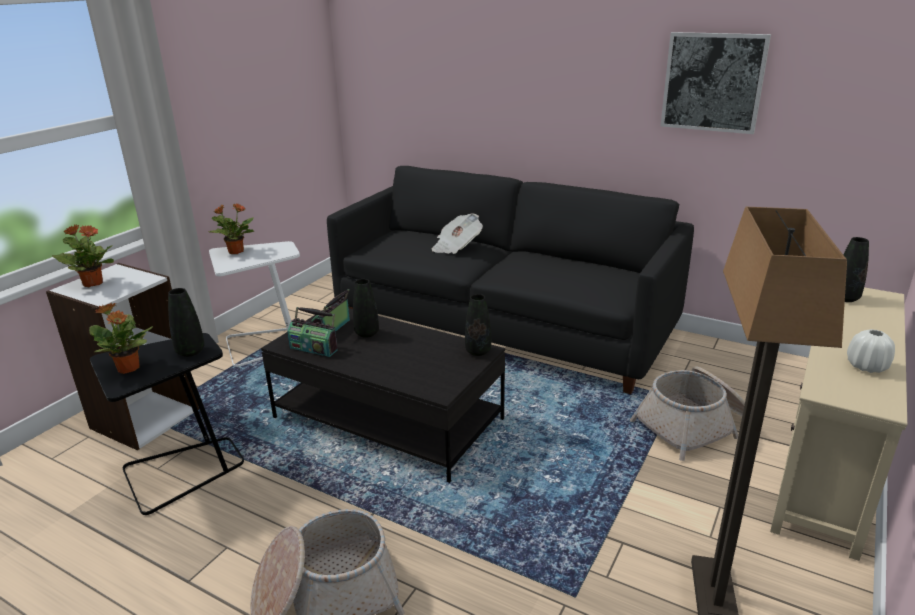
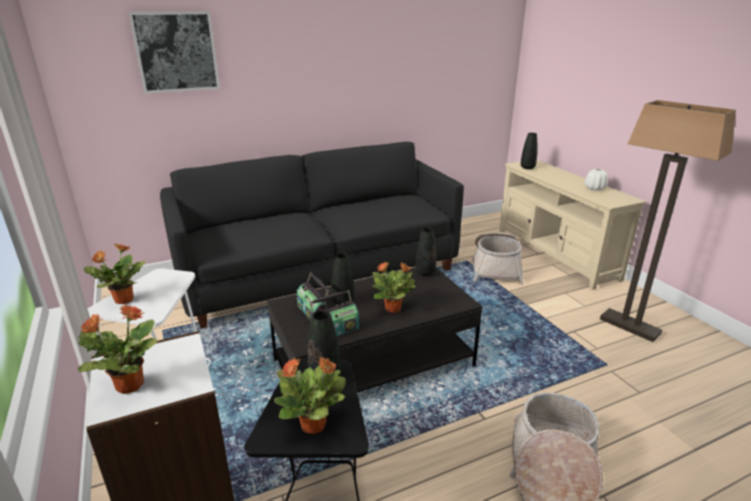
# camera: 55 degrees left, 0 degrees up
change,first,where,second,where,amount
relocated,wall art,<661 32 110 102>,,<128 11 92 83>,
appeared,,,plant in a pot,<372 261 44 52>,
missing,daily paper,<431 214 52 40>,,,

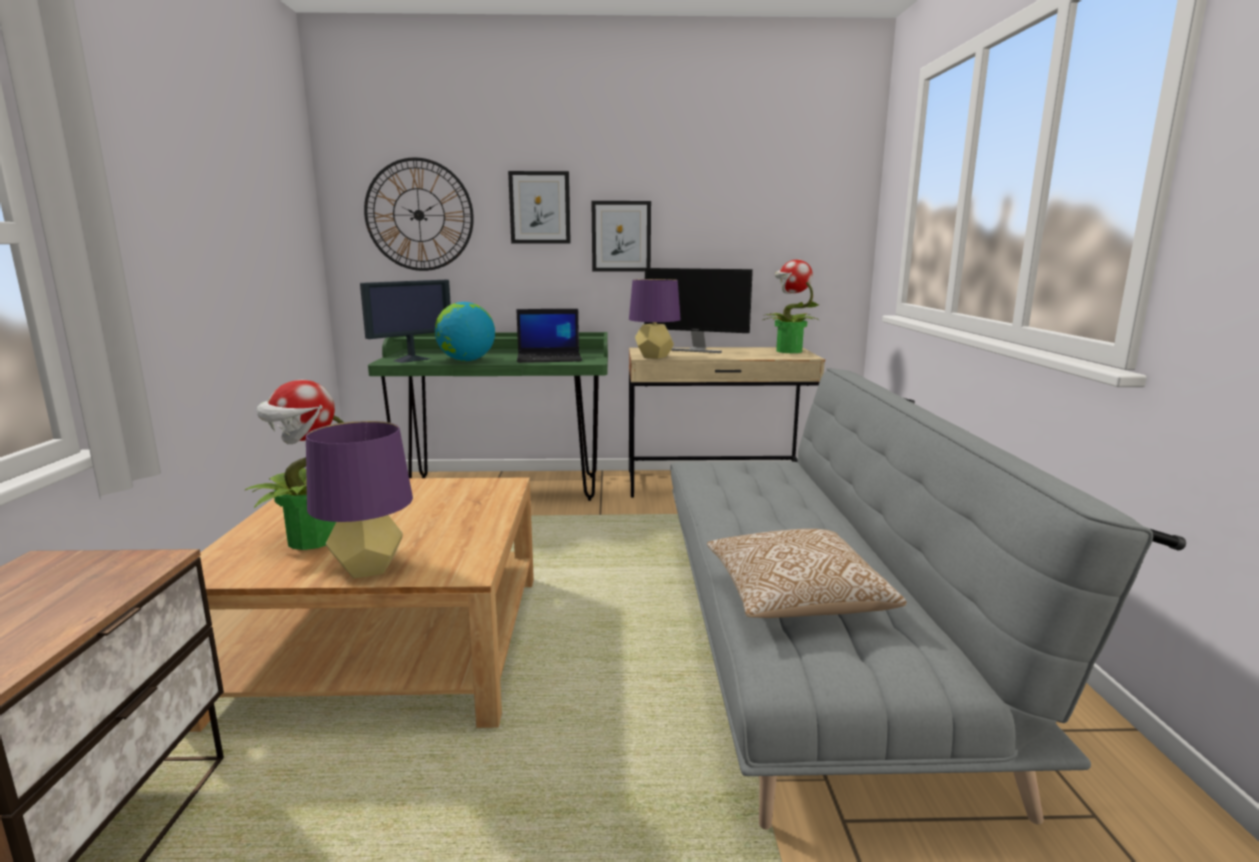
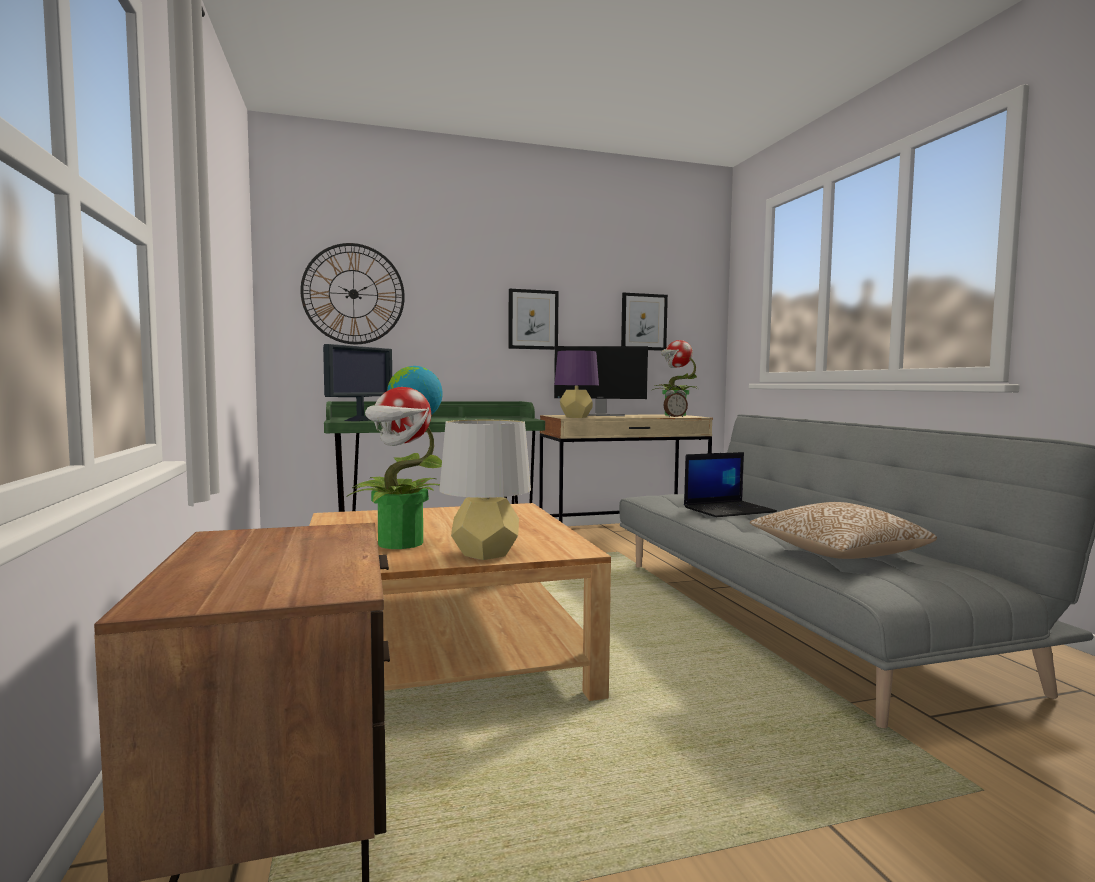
# camera: 15 degrees left, 10 degrees down
change,first,where,second,where,amount
colour,lamp for a table/purple-coloured,<306 421 107 157>,lamp for a table/greyish,<439 420 92 140>,
relocated,wall art,<508 171 63 73>,,<621 293 47 58>,
appeared,,,table clock,<664 386 24 31>,
relocated,portable computer,<516 309 66 54>,,<684 452 93 65>,

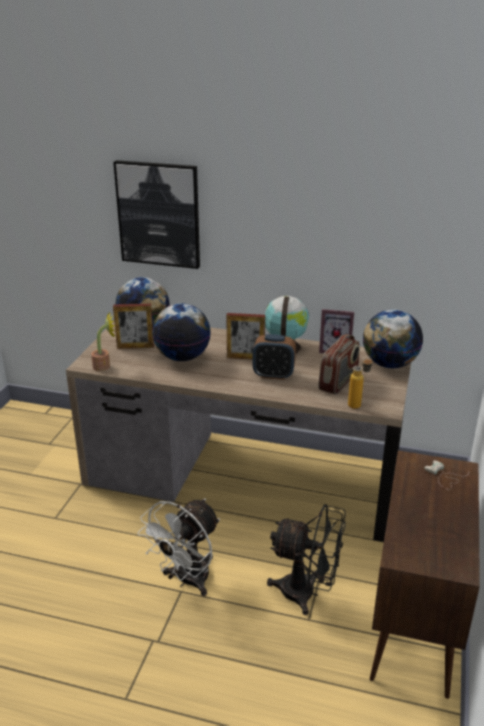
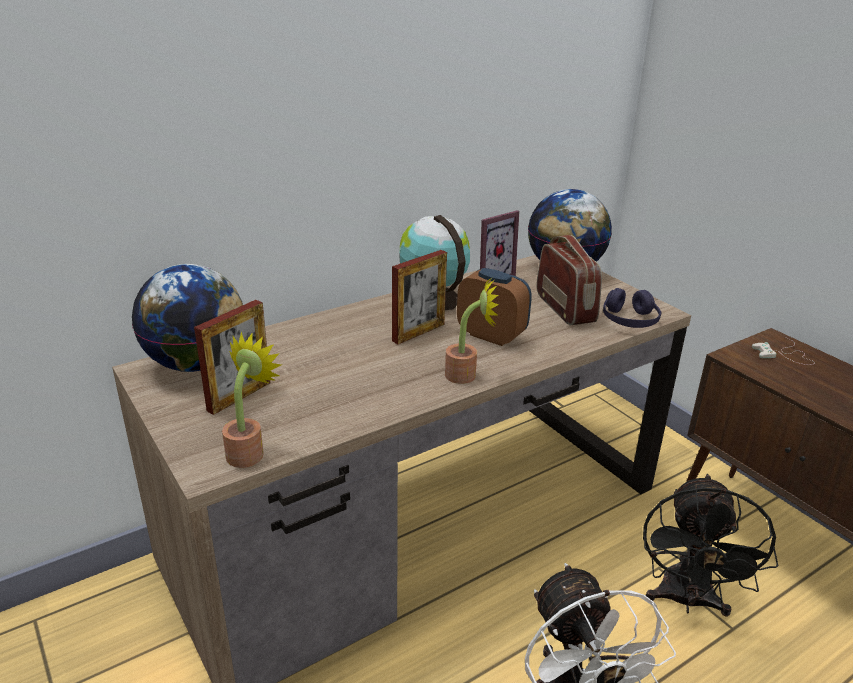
# camera: 50 degrees left, 0 degrees up
change,first,where,second,where,amount
appeared,,,plant in a pot,<445 278 54 106>,
spun,table clock,<253 334 43 46>,,<457 268 75 78>,105 degrees counterclockwise
exchanged,bottle,<348 356 24 53>,pair of headphones/purple-coloured,<603 288 59 40>,
spun,electric fan/blackish,<267 504 79 111>,,<643 474 135 143>,135 degrees clockwise
missing,wall art,<113 160 87 109>,,,
missing,globe,<152 303 59 58>,,,

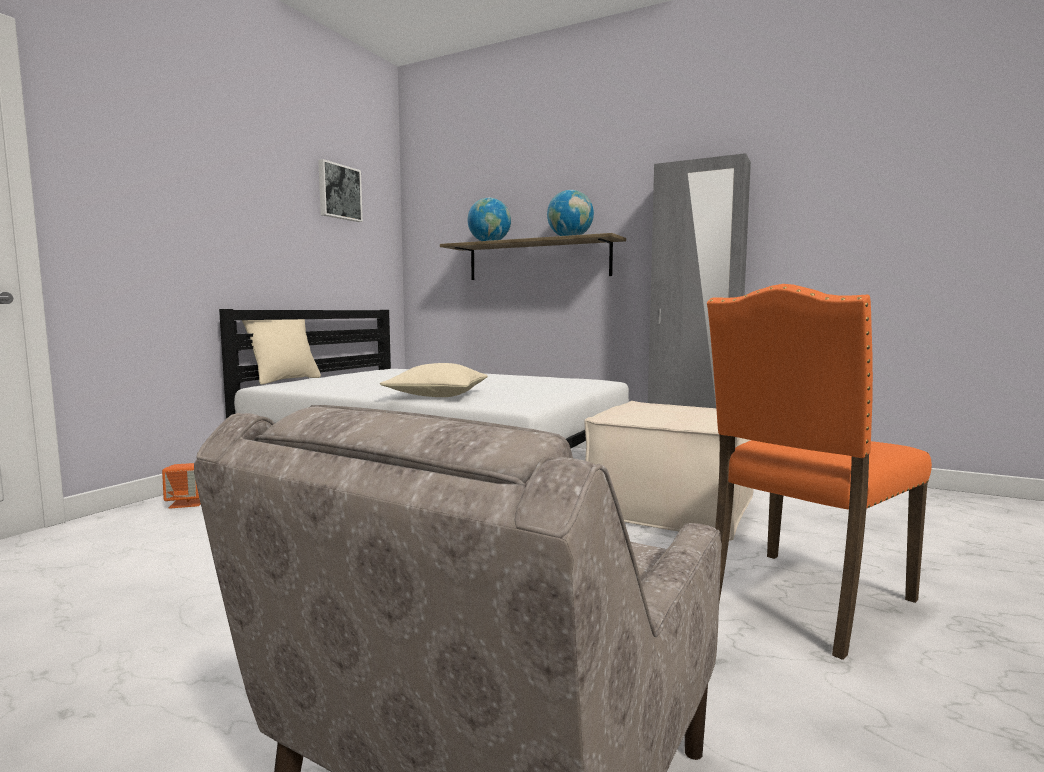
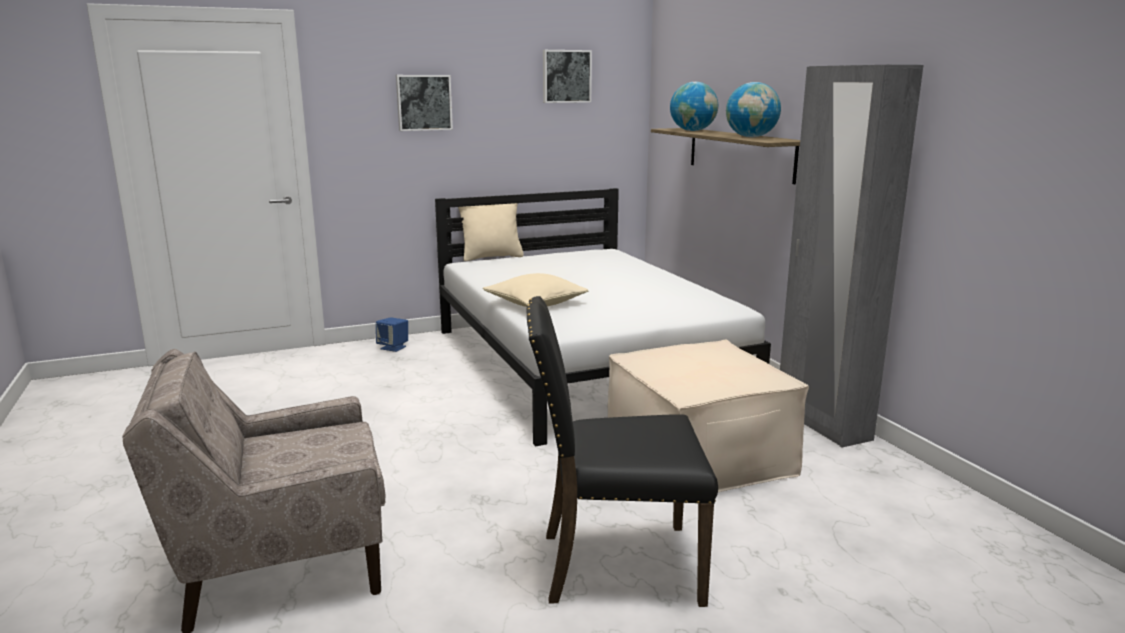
# camera: 40 degrees right, 10 degrees up
change,first,where,second,where,amount
colour,speaker/orange,<162 463 39 46>,speaker/blue-coloured,<376 317 32 35>,
appeared,,,wall art,<396 75 57 56>,
colour,upright chair/orange,<707 284 225 376>,upright chair/blackish,<527 296 191 311>,

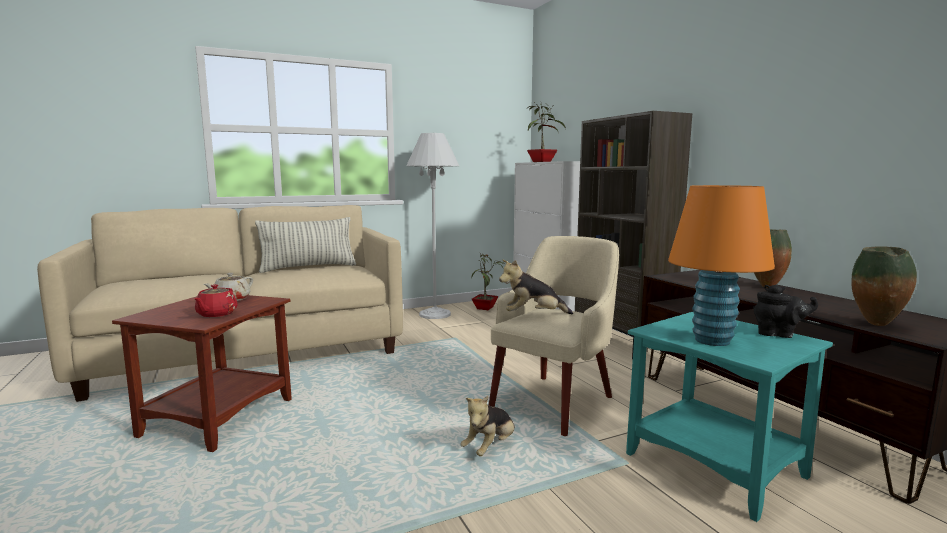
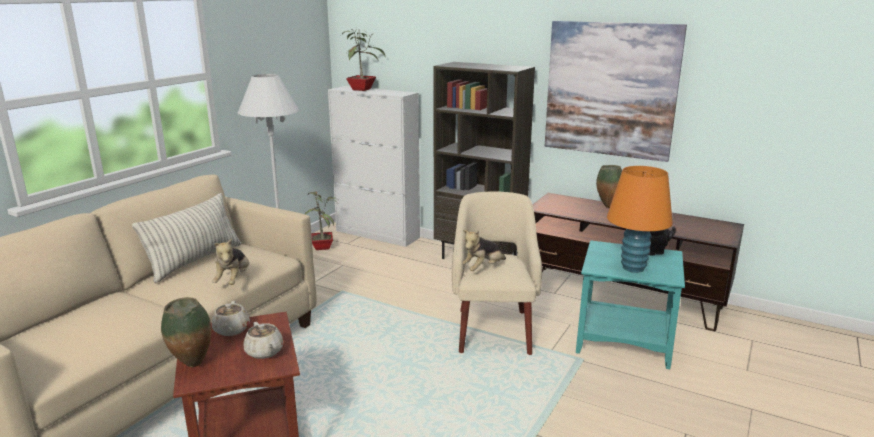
# camera: 35 degrees left, 10 degrees up
change,first,where,second,where,amount
relocated,decorative vase,<852 247 65 79>,,<161 297 50 70>,
relocated,soft toy,<460 396 55 60>,,<212 238 37 47>,
colour,teapot/reddish,<194 284 44 33>,teapot/beige-coloured,<244 322 40 37>,
appeared,,,wall art,<545 21 142 141>,

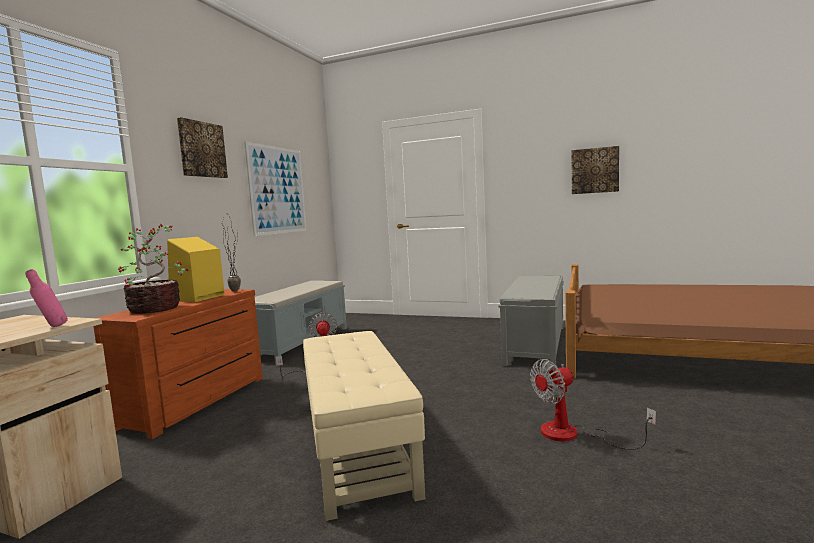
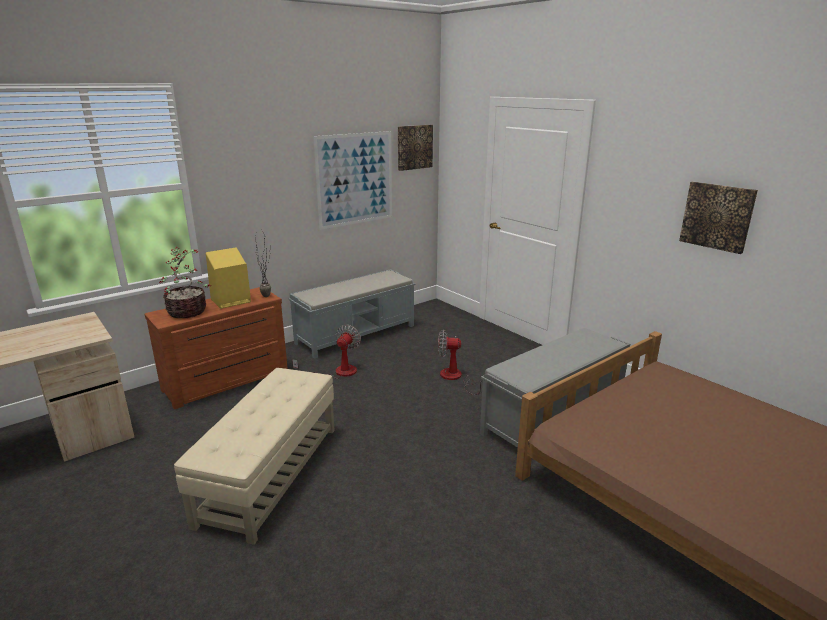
# camera: 30 degrees right, 15 degrees up
change,first,where,second,where,amount
relocated,wall art,<177 117 51 61>,,<398 125 35 46>,
relocated,electric fan,<530 359 126 91>,,<438 330 45 65>,
missing,bottle/pinkish,<25 269 43 58>,,,

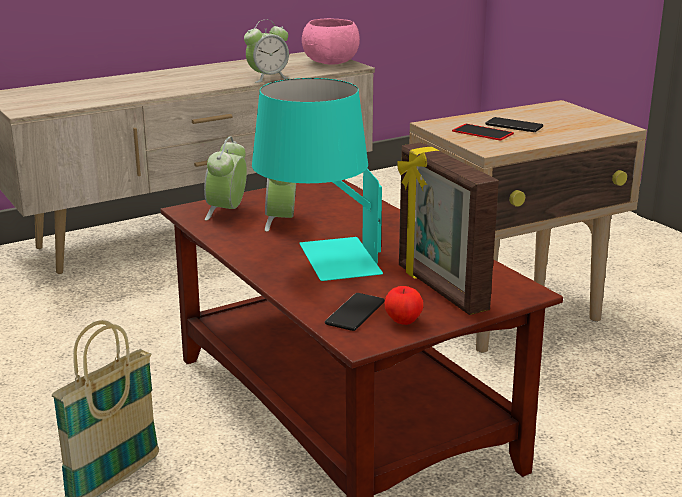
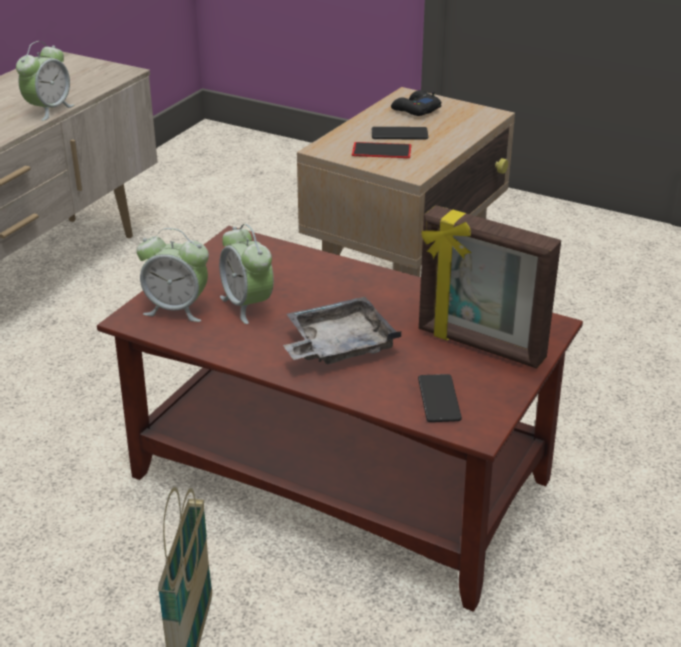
# camera: 30 degrees left, 10 degrees up
change,first,where,second,where,amount
spun,table clock,<204 136 43 84>,,<137 228 72 94>,60 degrees counterclockwise
exchanged,lamp for a table/turquoise-coloured,<252 78 131 203>,tray/greyish,<283 297 118 67>,
appeared,,,joypad/blackish,<391 90 50 26>,
missing,serving bowl/pinkish,<302 18 58 47>,,,
missing,apple,<384 286 39 39>,,,

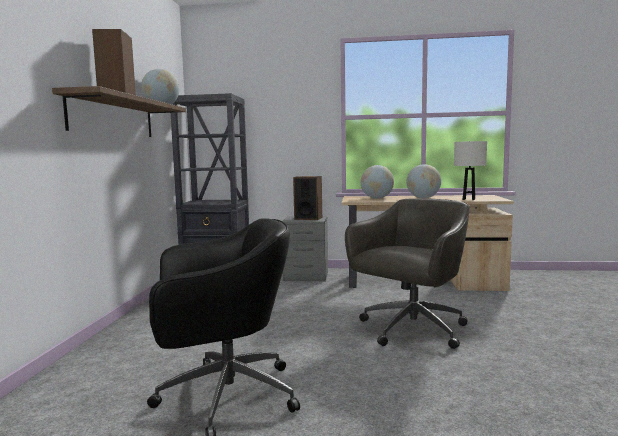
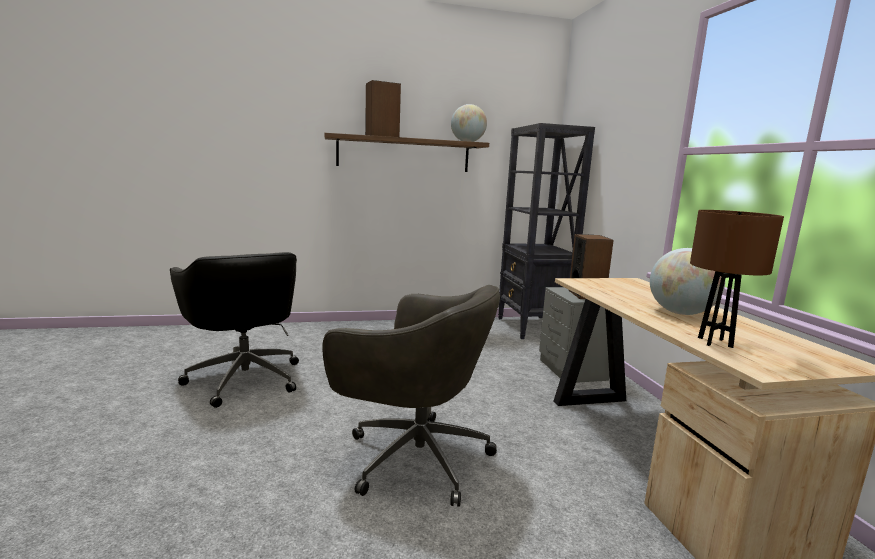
# camera: 70 degrees right, 5 degrees up
change,first,where,second,where,amount
colour,lamp for a table/white,<454 141 33 59>,lamp for a table/brown,<690 210 94 138>,
missing,globe,<361 165 33 34>,,,

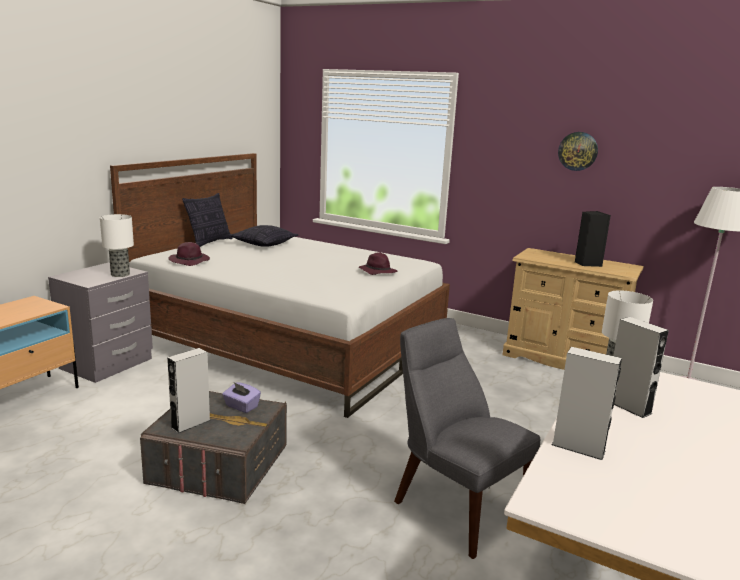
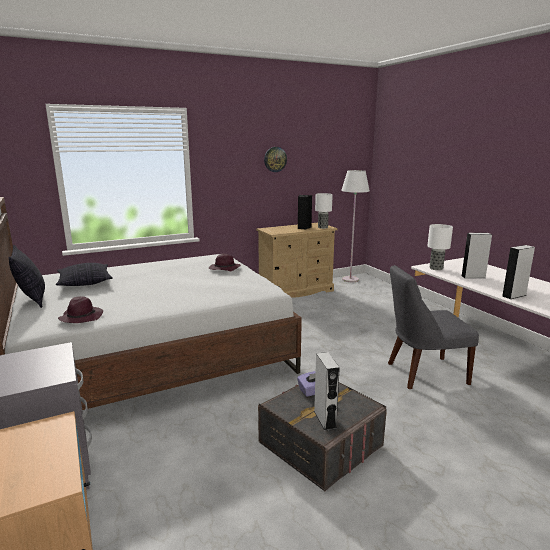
# camera: 55 degrees left, 0 degrees up
change,first,where,second,where,amount
relocated,lamp for a table,<100 214 34 63>,,<315 193 18 36>,

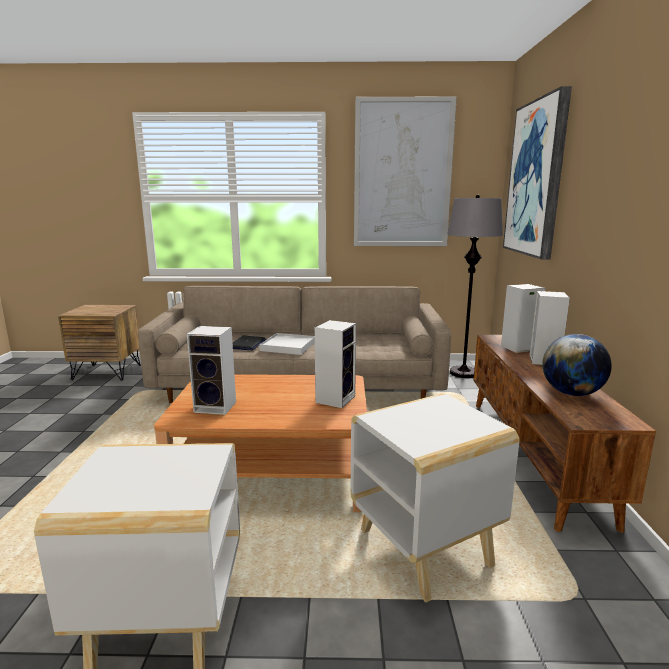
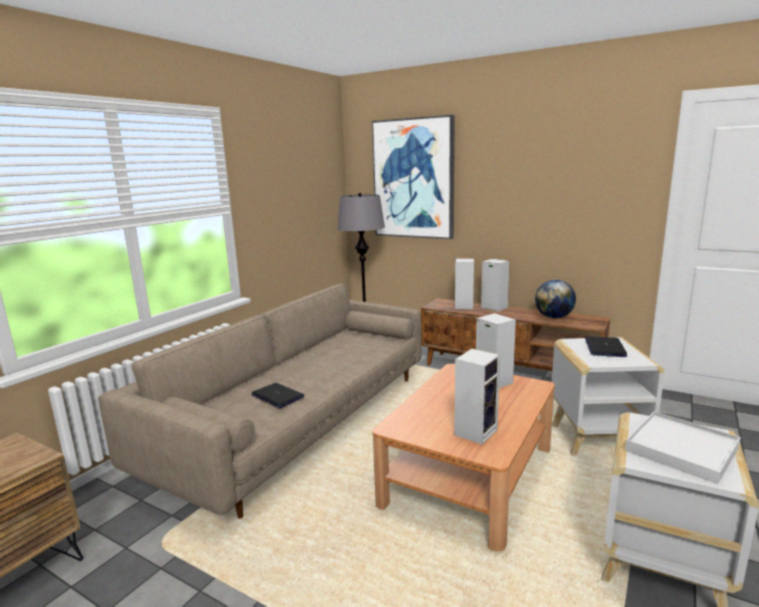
# camera: 60 degrees left, 0 degrees up
change,first,where,second,where,amount
appeared,,,portable computer,<585 337 42 20>,
relocated,tray/white,<259 333 56 22>,,<625 411 116 73>,
missing,wall art,<354 96 103 150>,,,

